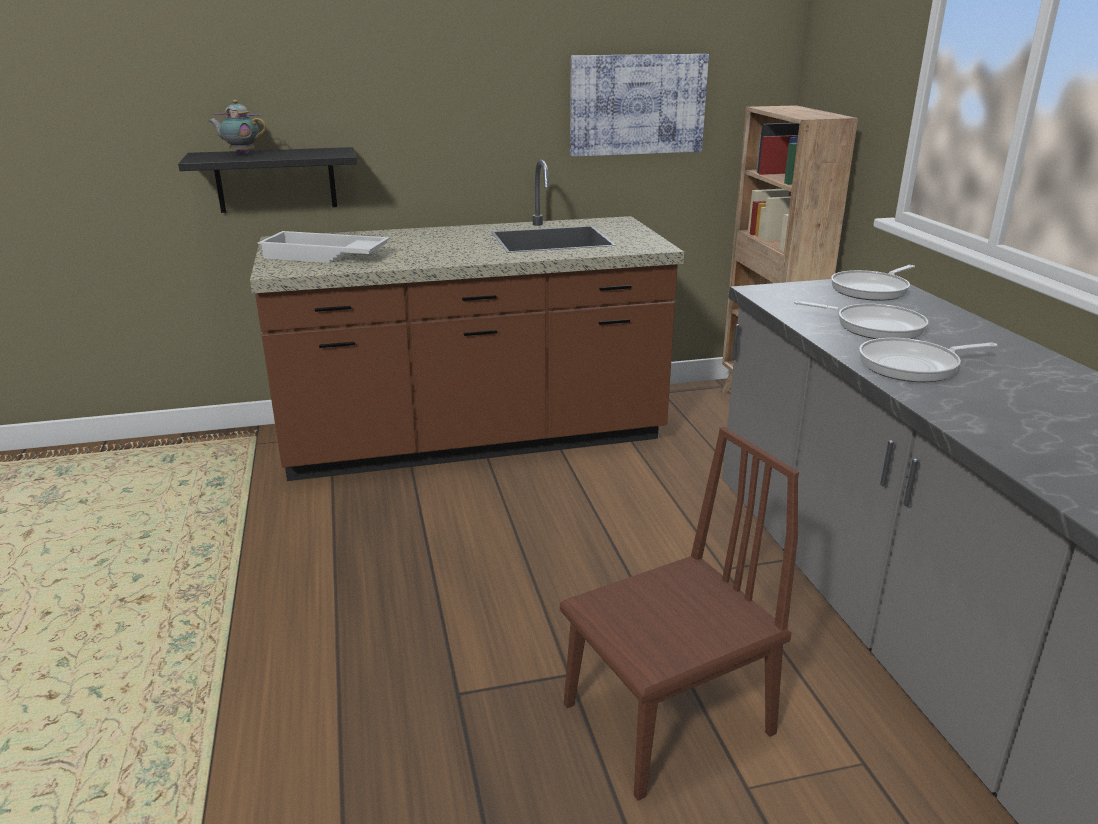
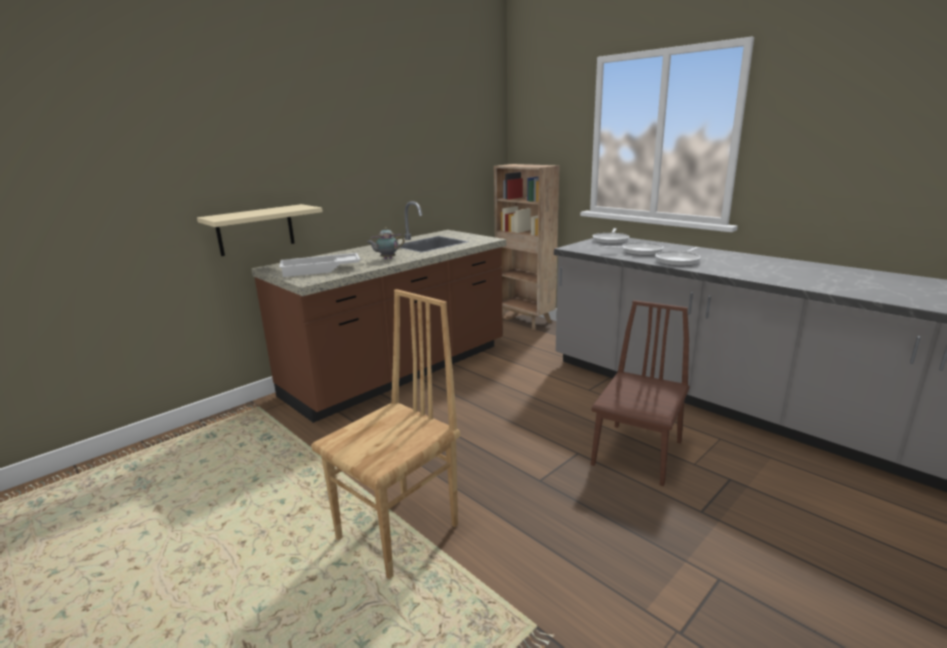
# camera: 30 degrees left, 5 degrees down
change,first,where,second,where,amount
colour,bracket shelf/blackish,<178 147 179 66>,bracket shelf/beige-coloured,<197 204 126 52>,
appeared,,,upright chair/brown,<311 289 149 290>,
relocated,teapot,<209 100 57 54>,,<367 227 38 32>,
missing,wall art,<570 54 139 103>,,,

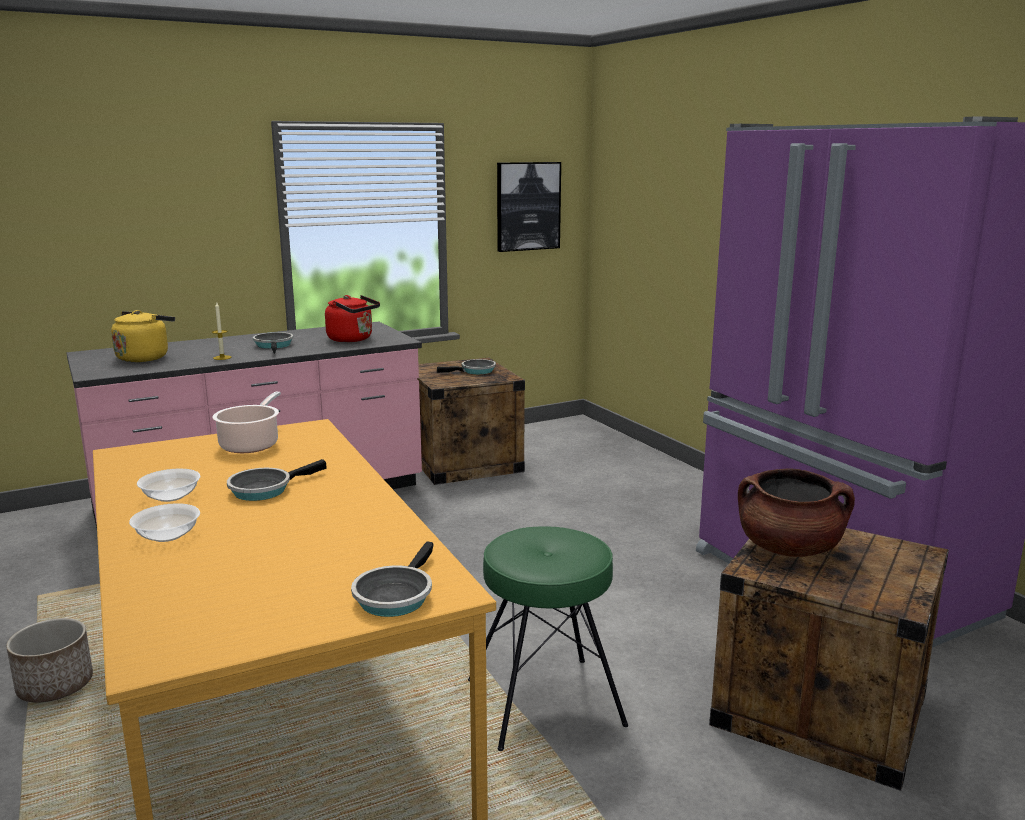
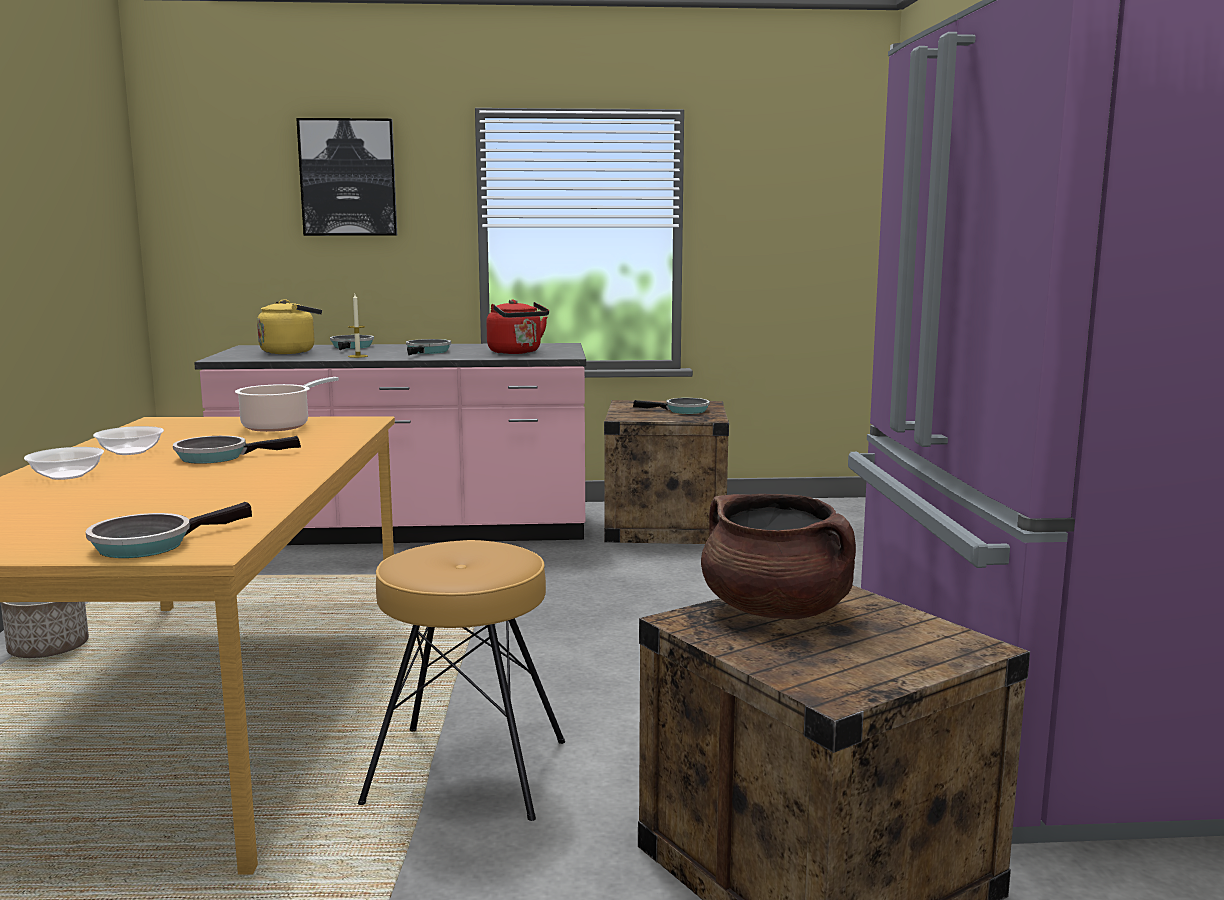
# camera: 25 degrees right, 5 degrees down
change,first,where,second,where,amount
relocated,wall art,<497 162 64 90>,,<296 118 101 118>,
appeared,,,frying pan,<330 335 44 15>,
colour,sitting stool/greenish,<468 526 160 225>,sitting stool/brown,<358 540 207 281>,

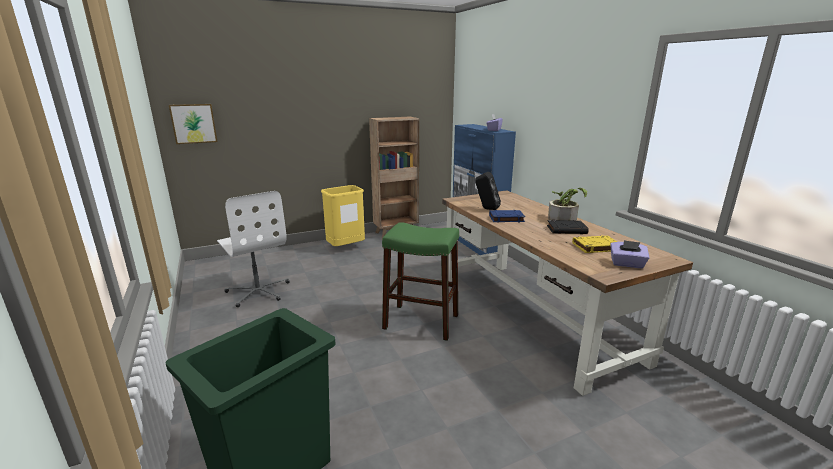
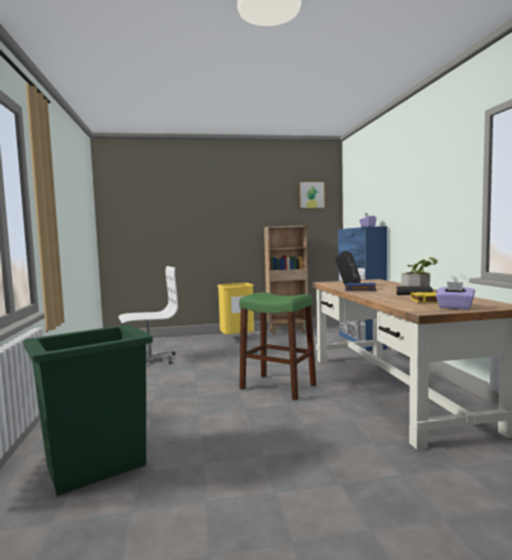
# camera: 15 degrees right, 15 degrees down
change,first,where,second,where,amount
spun,desk chair/white,<217 191 73 116>,,<118 266 60 98>,90 degrees counterclockwise
relocated,wall art,<169 104 49 40>,,<298 181 28 28>,

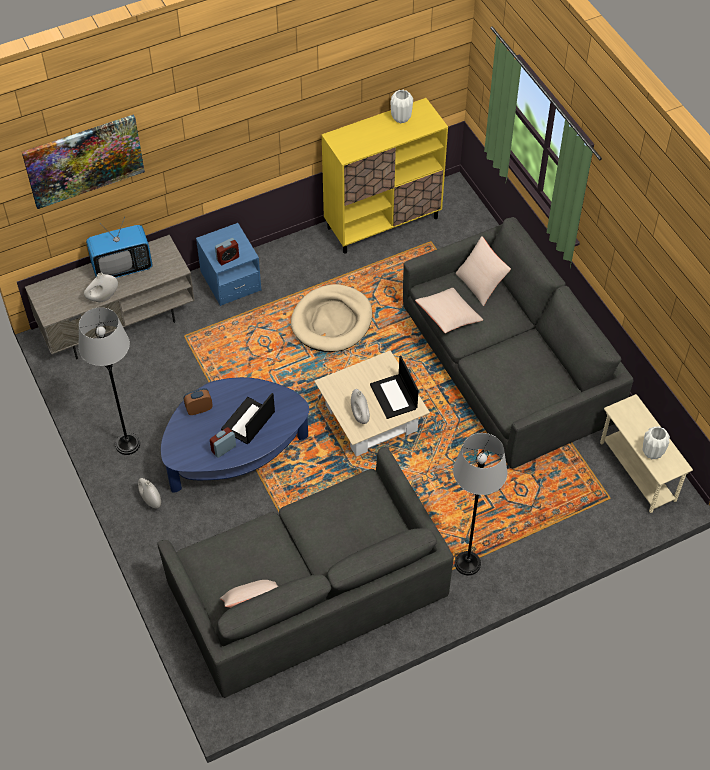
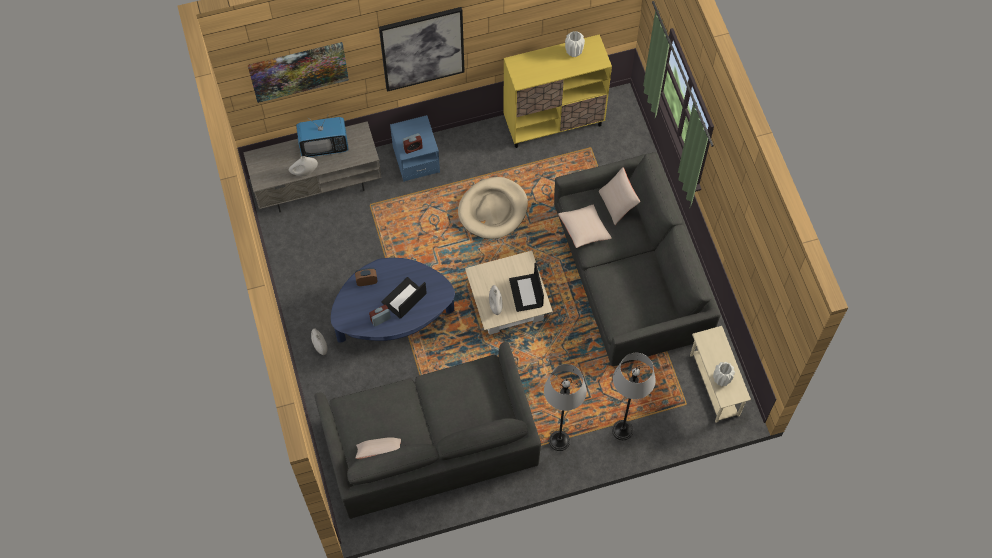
# camera: 10 degrees right, 10 degrees up
change,first,where,second,where,amount
appeared,,,wall art,<379 7 86 85>,
relocated,floor lamp/greyish,<78 307 62 148>,,<612 353 44 87>,

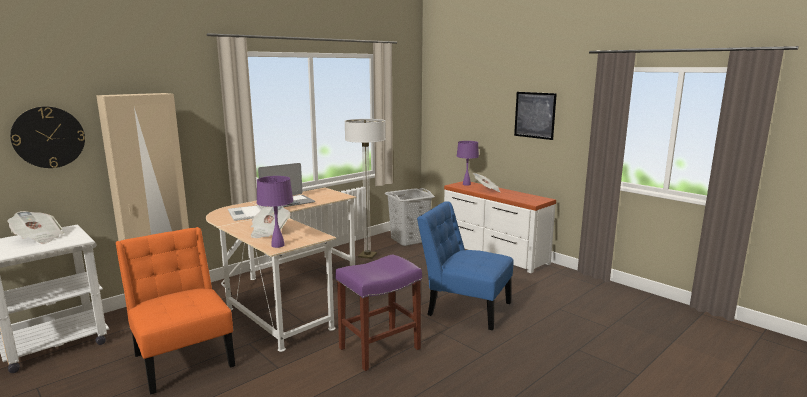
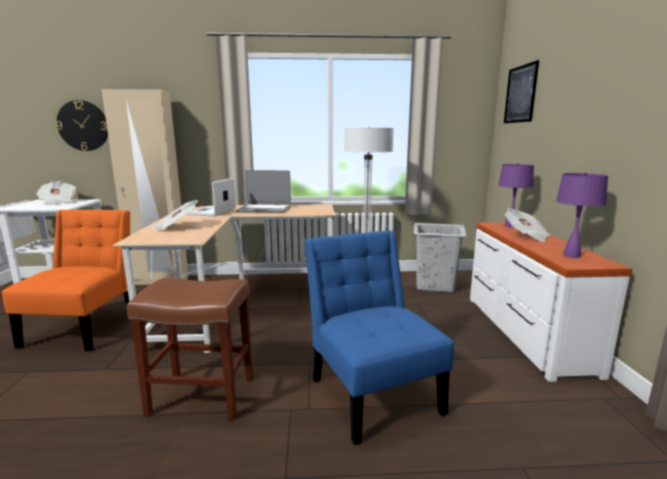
# camera: 40 degrees right, 0 degrees up
change,first,where,second,where,amount
colour,sitting stool/purple-coloured,<335 254 87 117>,sitting stool/brown,<127 277 126 143>,
relocated,wall art,<514 92 43 48>,,<504 60 35 63>,
relocated,lamp for a table/purple-coloured,<257 176 36 72>,,<556 172 52 86>,

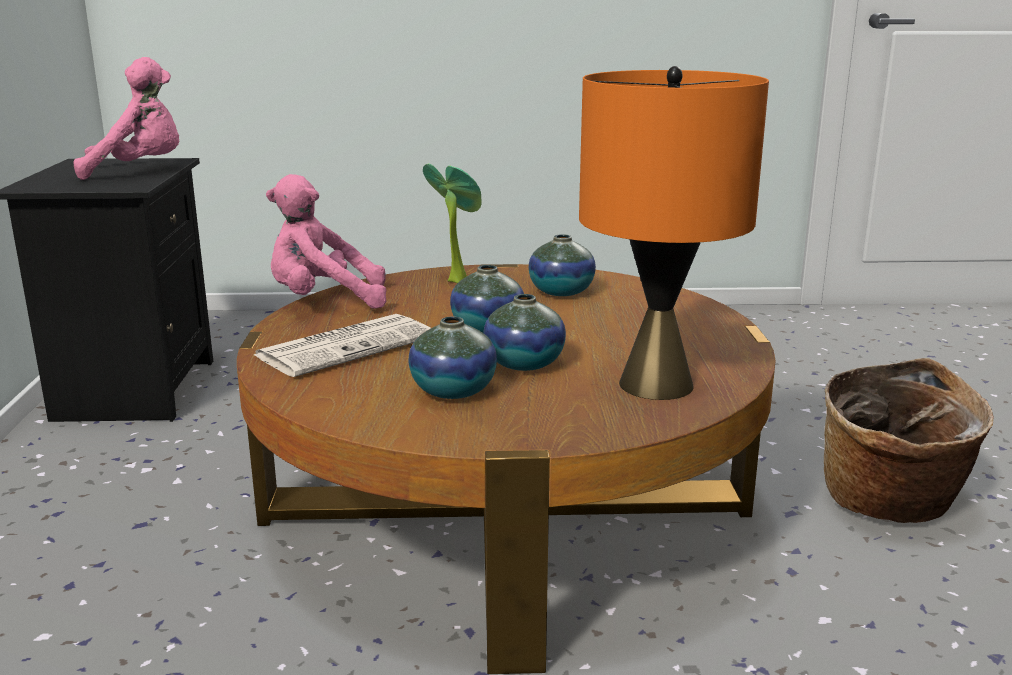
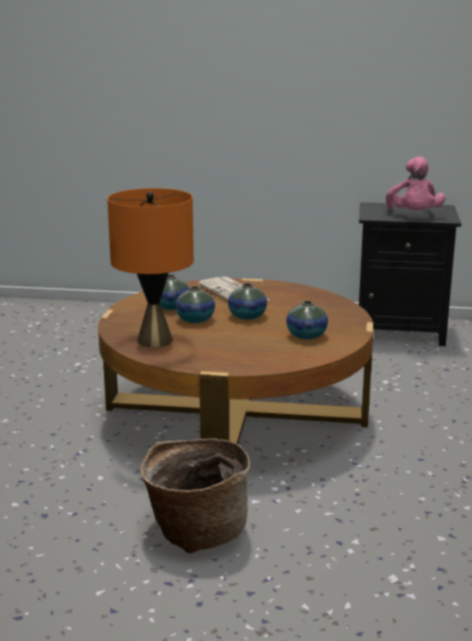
# camera: 100 degrees right, 0 degrees up
change,first,where,second,where,amount
missing,soft toy/pinkish,<266 174 120 135>,,,
missing,plant in a pot,<423 163 59 120>,,,

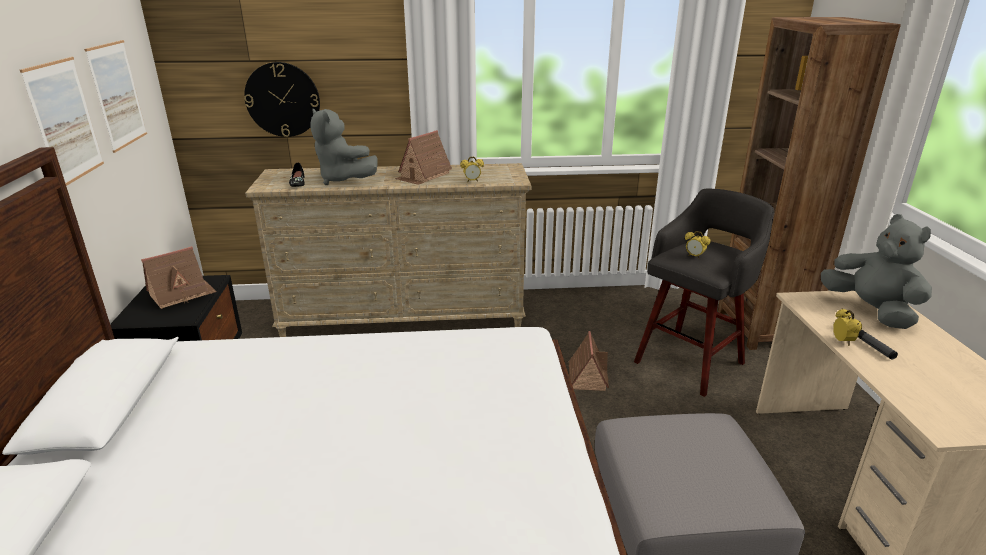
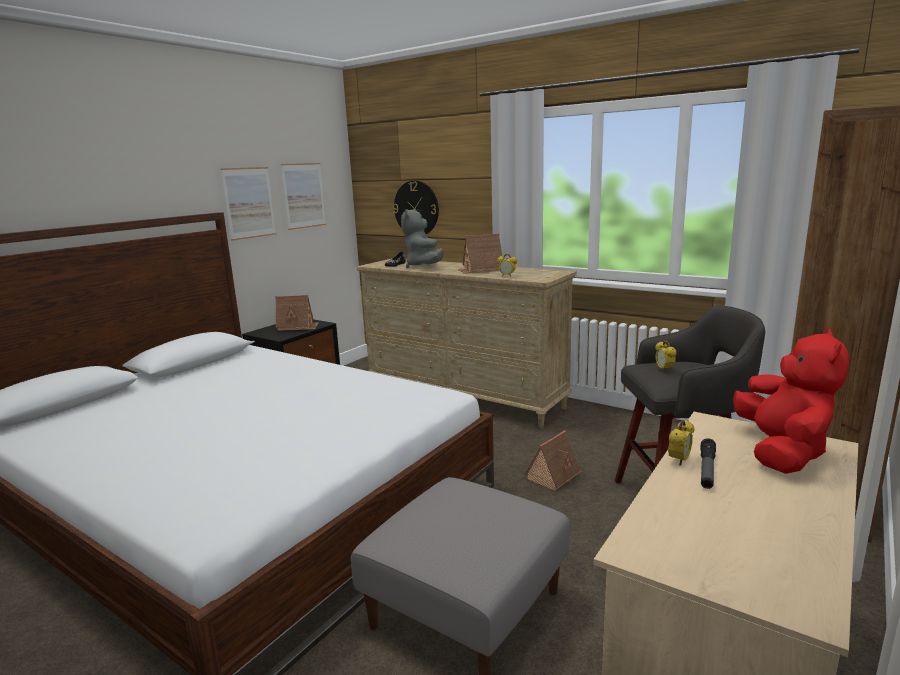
# camera: 40 degrees right, 10 degrees down
change,first,where,second,where,amount
colour,soft toy/greyish,<821 214 111 115>,soft toy/reddish,<733 329 116 145>,

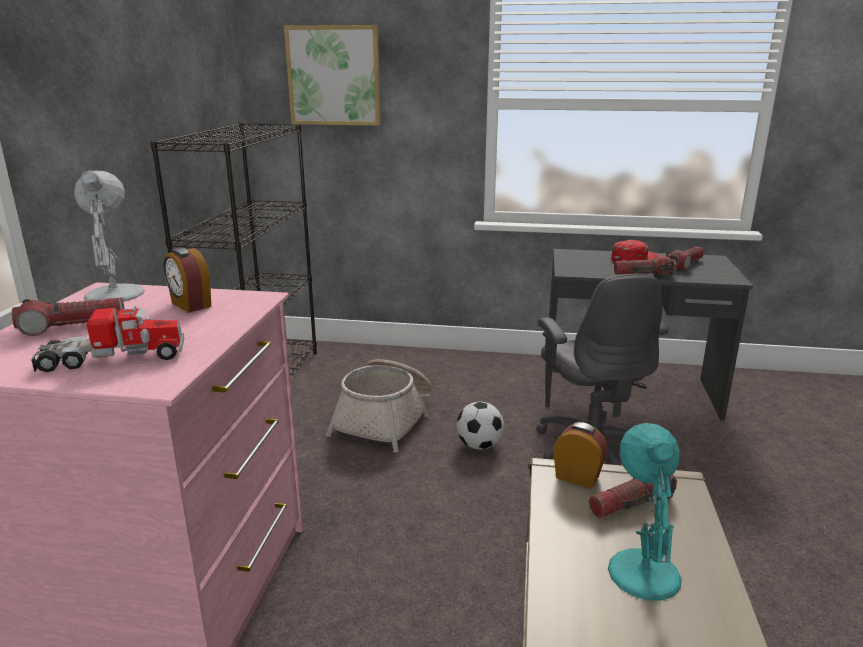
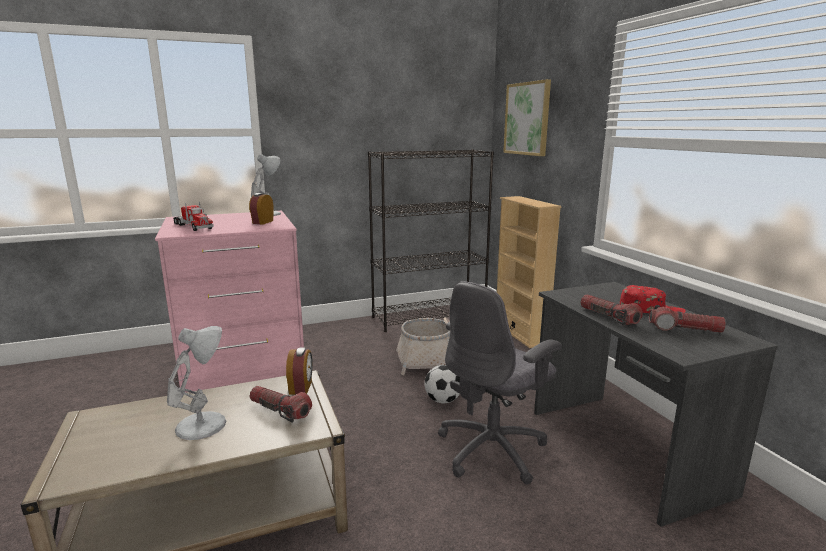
# camera: 60 degrees right, 5 degrees down
change,first,where,second,where,amount
colour,lamp for a table/turquoise-coloured,<608 423 73 177>,lamp for a table/white,<167 326 59 114>,
appeared,,,bookcase/beige-coloured,<497 196 65 152>,
missing,torch,<12 298 112 38>,,,

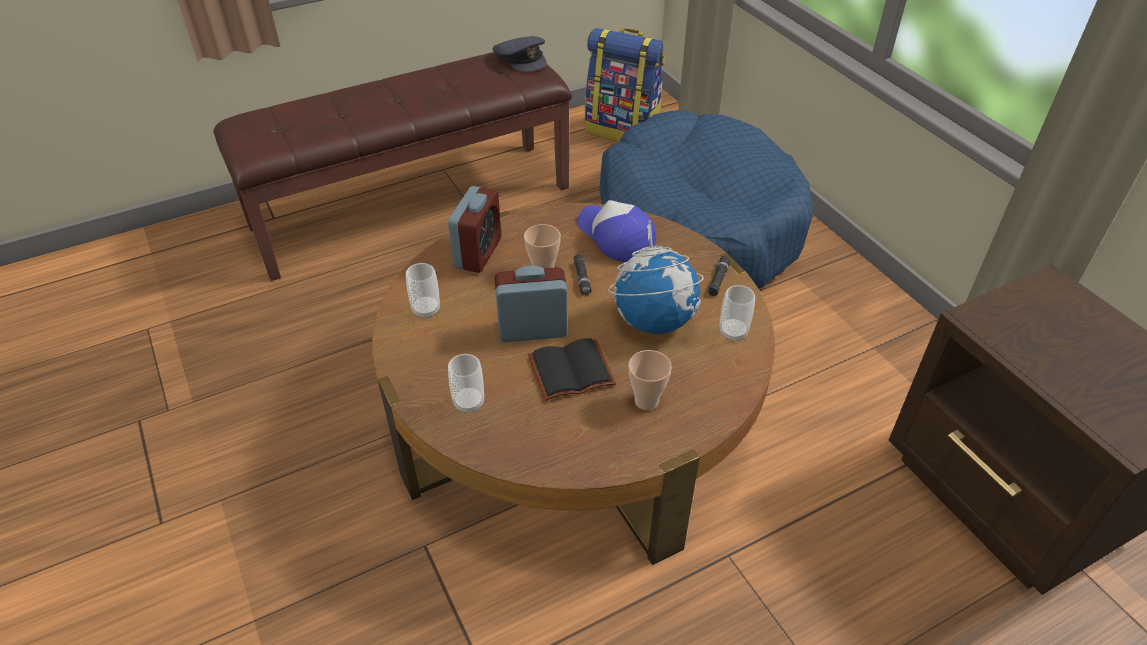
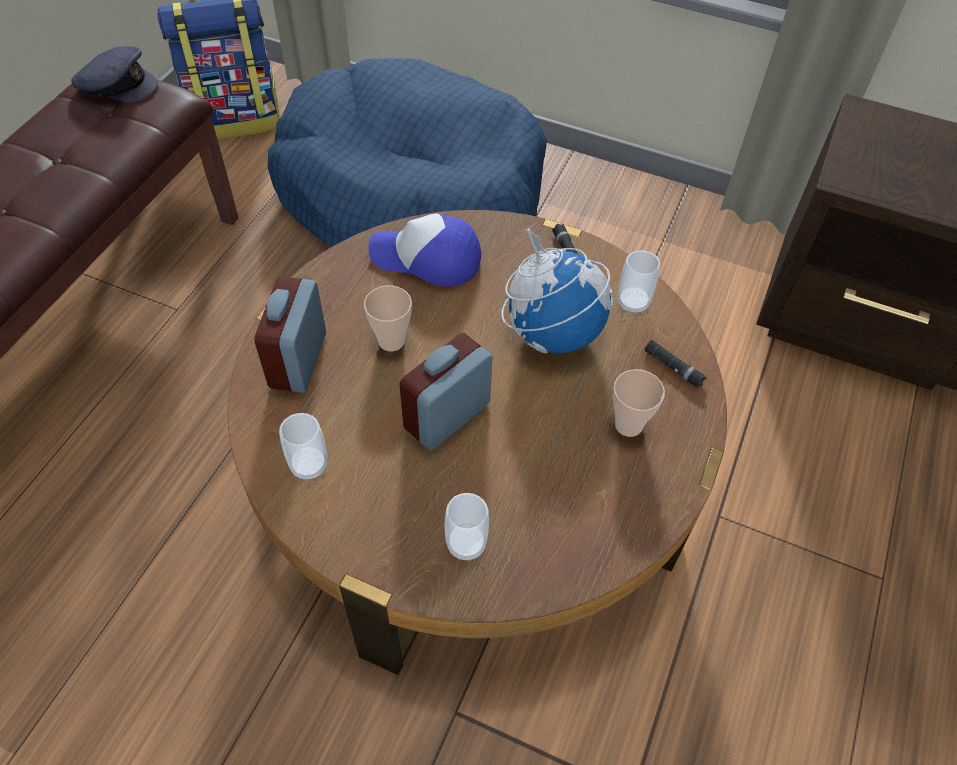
# camera: 40 degrees left, 10 degrees up
change,first,where,second,where,amount
spun,table clock,<448 186 53 87>,,<254 276 72 117>,150 degrees counterclockwise
relocated,torch/blackish,<574 254 18 41>,,<644 340 63 48>,
missing,book/blackish,<528 338 88 63>,,,

